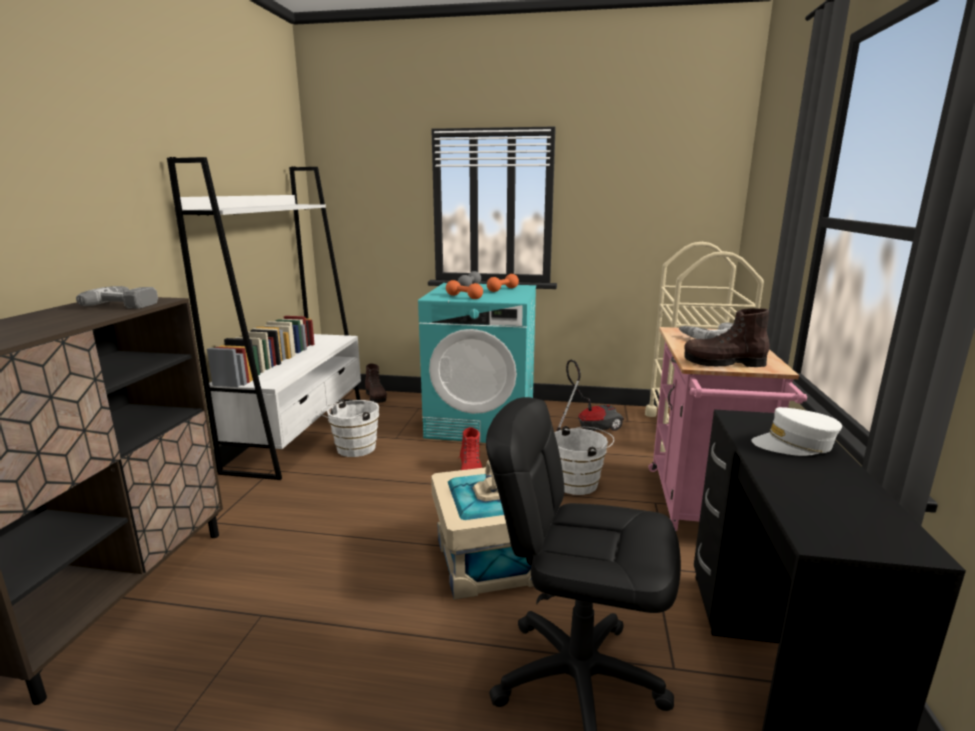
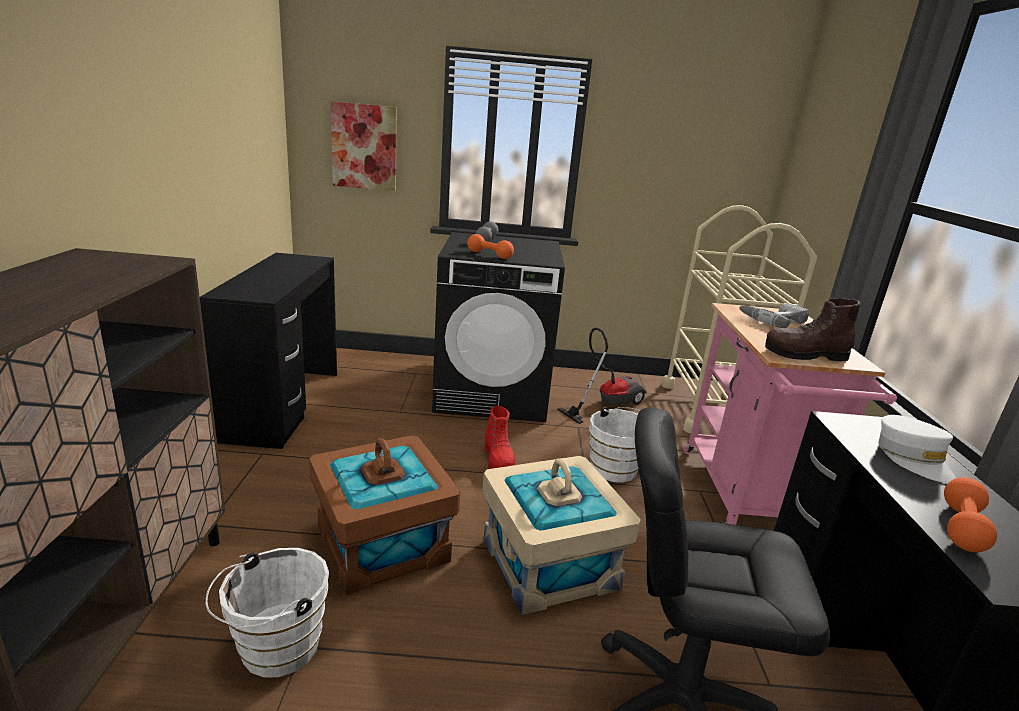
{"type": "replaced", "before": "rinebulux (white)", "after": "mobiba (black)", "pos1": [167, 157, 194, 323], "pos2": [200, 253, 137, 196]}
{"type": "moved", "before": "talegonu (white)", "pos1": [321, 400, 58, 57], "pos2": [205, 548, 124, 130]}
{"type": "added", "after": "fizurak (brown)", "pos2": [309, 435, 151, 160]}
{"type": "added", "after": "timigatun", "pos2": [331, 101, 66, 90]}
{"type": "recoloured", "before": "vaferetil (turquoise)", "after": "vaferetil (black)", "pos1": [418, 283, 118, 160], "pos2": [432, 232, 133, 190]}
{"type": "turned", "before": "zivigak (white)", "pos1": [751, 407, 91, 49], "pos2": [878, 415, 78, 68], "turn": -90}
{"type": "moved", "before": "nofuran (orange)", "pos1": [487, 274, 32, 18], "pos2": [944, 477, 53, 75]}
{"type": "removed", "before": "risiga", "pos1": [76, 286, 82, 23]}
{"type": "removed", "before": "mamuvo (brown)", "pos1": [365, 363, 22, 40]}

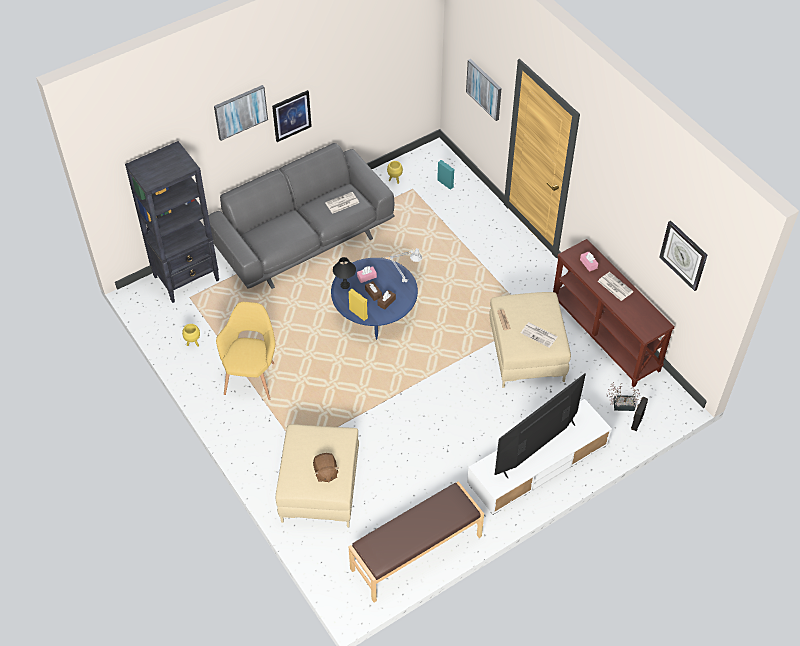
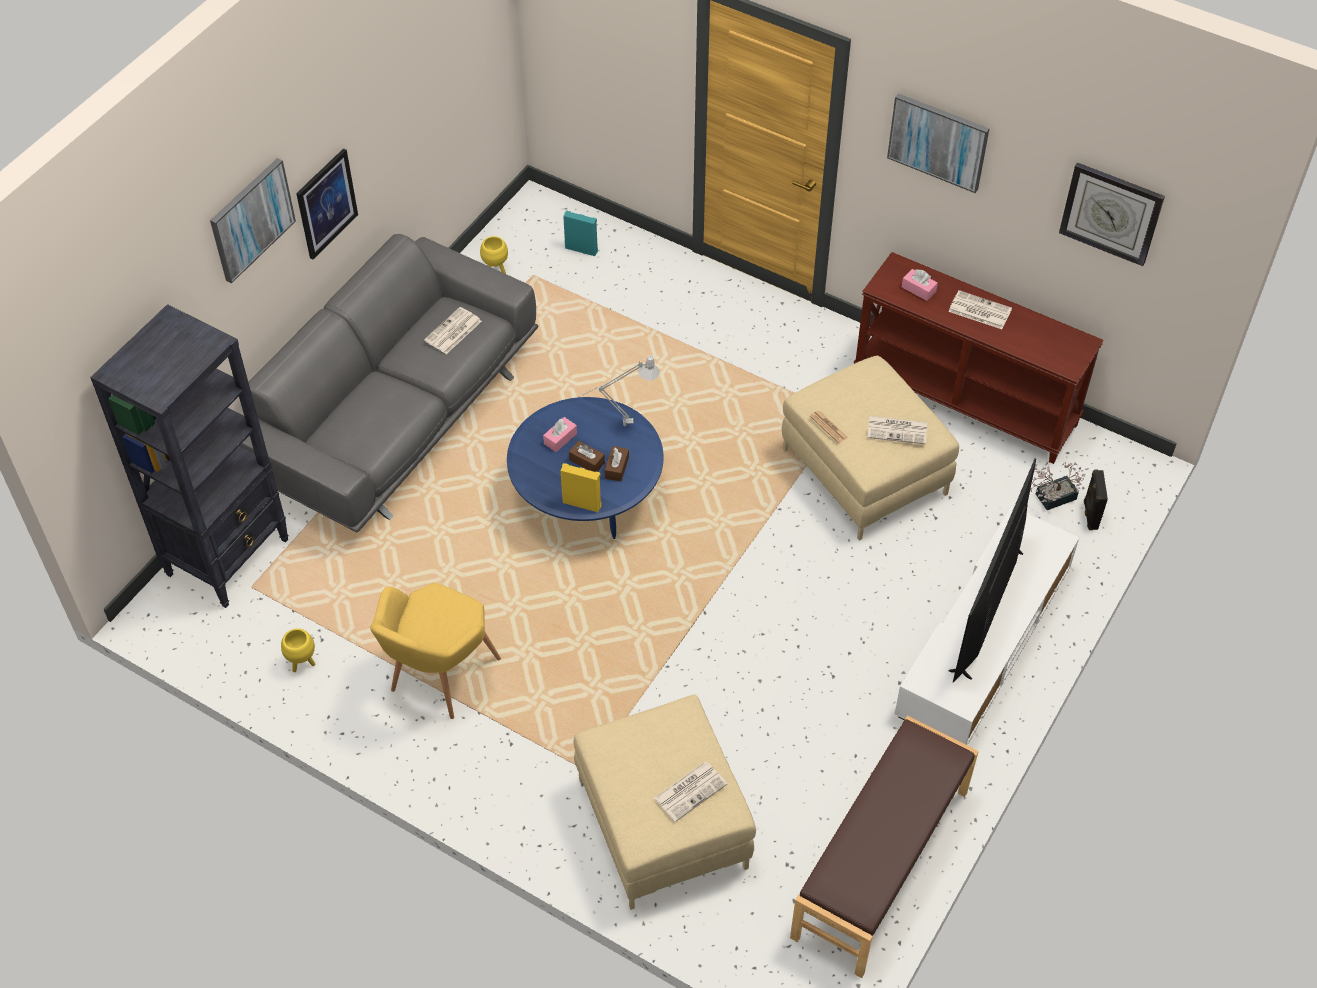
{"type": "turned", "before": "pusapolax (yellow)", "pos1": [216, 302, 59, 98], "pos2": [370, 583, 131, 136], "turn": -135}
{"type": "replaced", "before": "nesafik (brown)", "after": "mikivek", "pos1": [313, 453, 26, 29], "pos2": [654, 762, 73, 60]}
{"type": "moved", "before": "timigatun", "pos1": [466, 59, 36, 62], "pos2": [887, 93, 103, 100]}
{"type": "removed", "before": "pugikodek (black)", "pos1": [333, 257, 23, 32]}

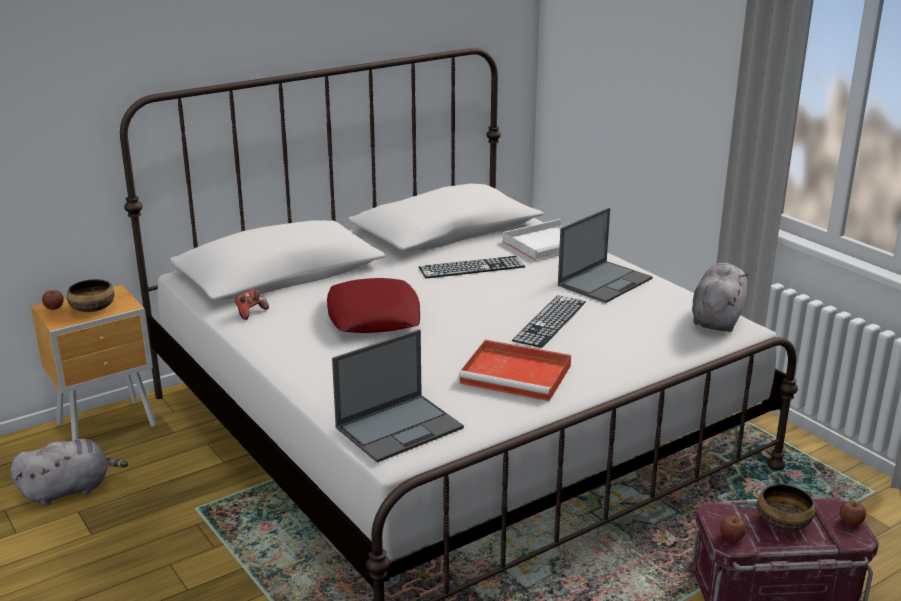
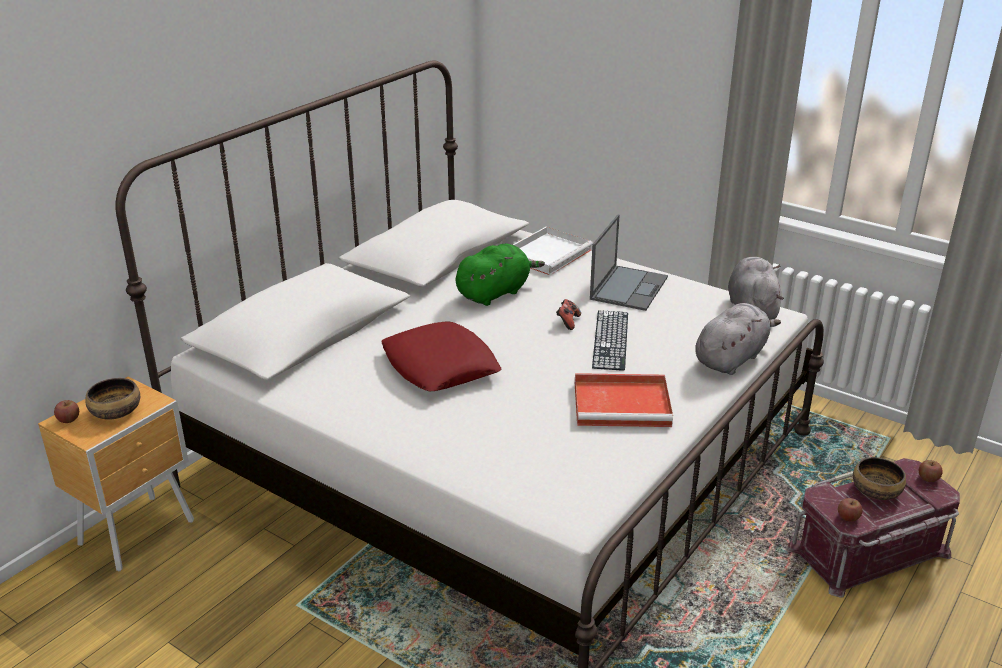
{"type": "replaced", "before": "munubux", "after": "nesafik (green)", "pos1": [419, 256, 106, 23], "pos2": [456, 244, 89, 62]}
{"type": "moved", "before": "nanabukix", "pos1": [235, 289, 34, 31], "pos2": [556, 299, 25, 31]}
{"type": "moved", "before": "nesafik (grey)", "pos1": [10, 439, 118, 67], "pos2": [695, 303, 86, 72]}
{"type": "removed", "before": "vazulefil", "pos1": [332, 329, 132, 134]}

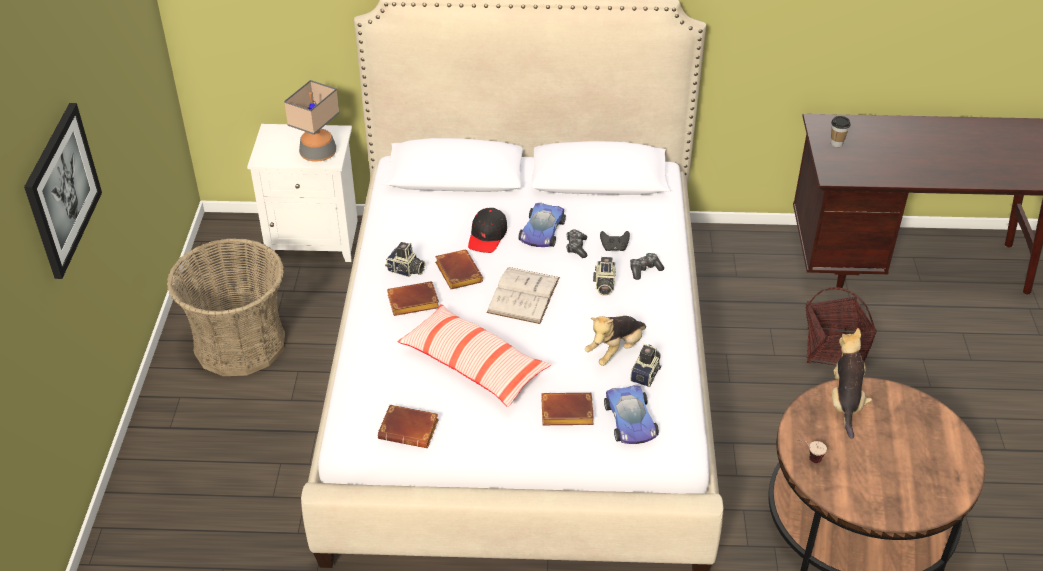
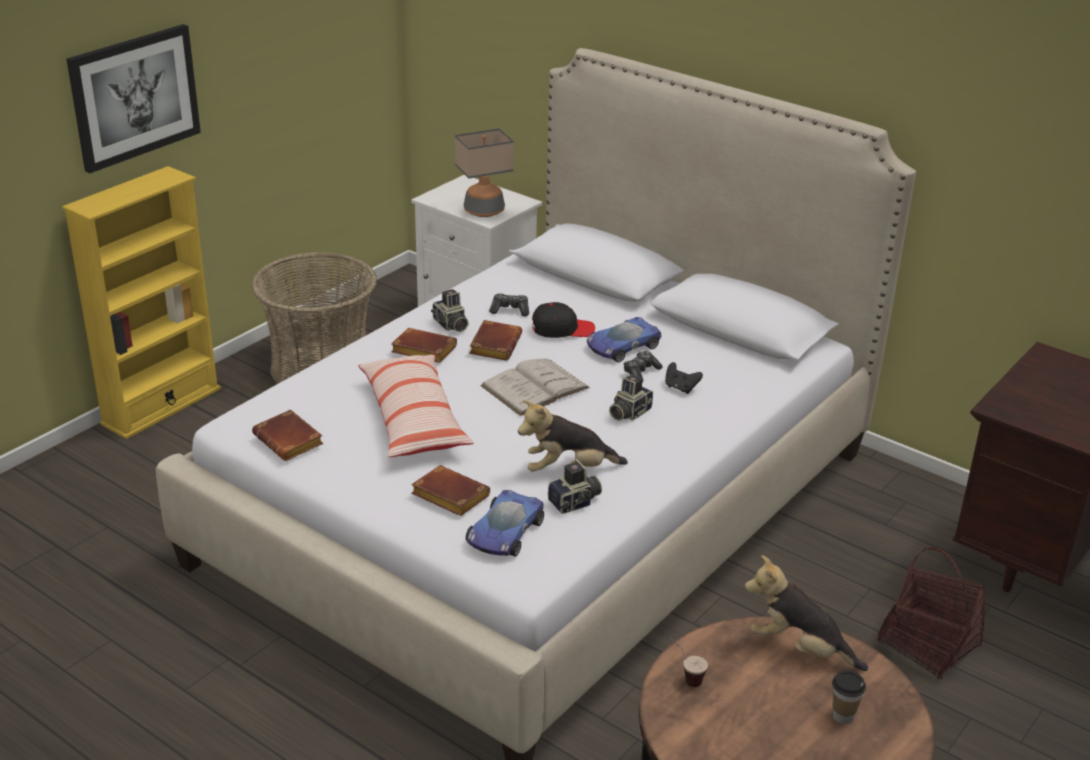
{"type": "added", "after": "rinebulux (yellow)", "pos2": [62, 166, 159, 273]}
{"type": "moved", "before": "nanabukix", "pos1": [630, 253, 34, 27], "pos2": [489, 293, 40, 23]}
{"type": "turned", "before": "zivigak (black)", "pos1": [468, 208, 39, 45], "pos2": [532, 302, 63, 36], "turn": -150}
{"type": "turned", "before": "nesafik", "pos1": [832, 328, 40, 111], "pos2": [745, 555, 123, 116], "turn": -105}
{"type": "moved", "before": "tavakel", "pos1": [831, 116, 20, 31], "pos2": [832, 670, 34, 54]}

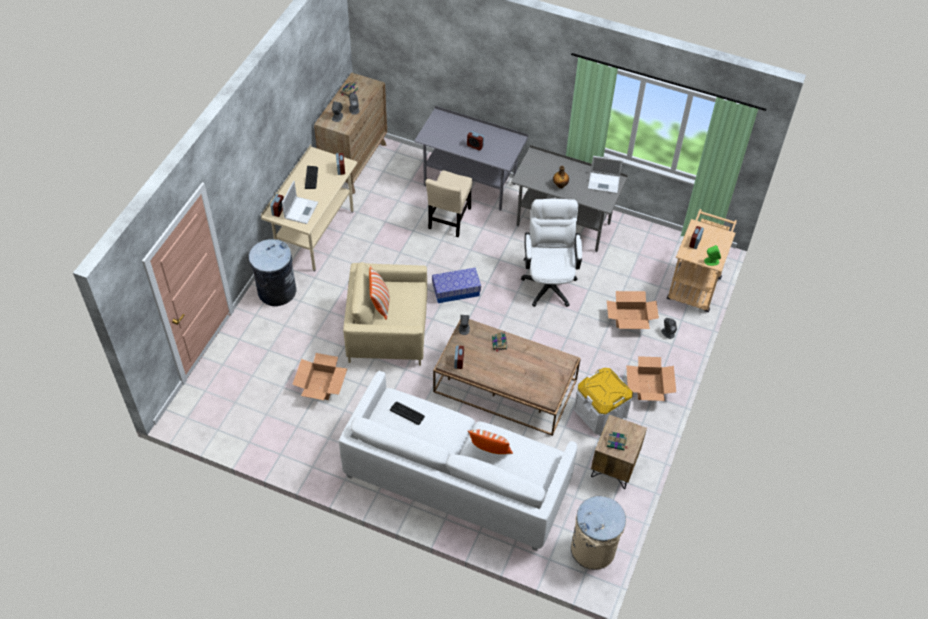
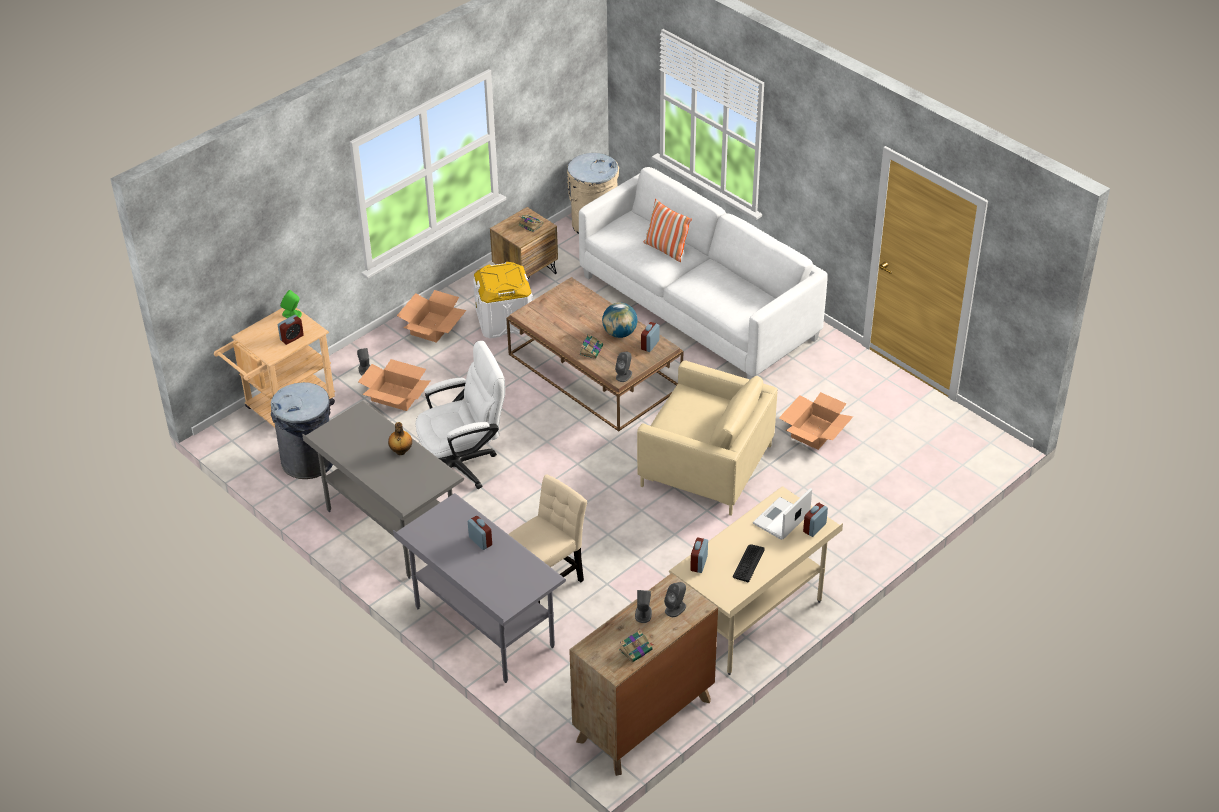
{"type": "moved", "before": "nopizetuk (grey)", "pos1": [249, 239, 47, 67], "pos2": [271, 382, 62, 97]}
{"type": "turned", "before": "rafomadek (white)", "pos1": [521, 199, 61, 108], "pos2": [416, 341, 89, 148], "turn": -135}
{"type": "added", "after": "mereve", "pos2": [602, 303, 36, 35]}
{"type": "removed", "before": "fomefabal", "pos1": [369, 266, 21, 54]}
{"type": "removed", "before": "munubux", "pos1": [390, 402, 35, 23]}
{"type": "removed", "before": "fizurak", "pos1": [432, 268, 49, 35]}
{"type": "removed", "before": "vazulefil", "pos1": [588, 156, 35, 37]}

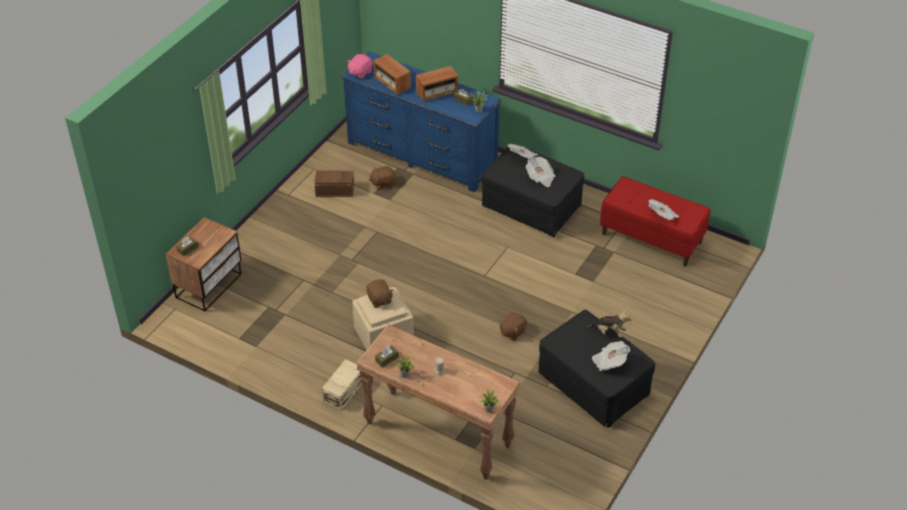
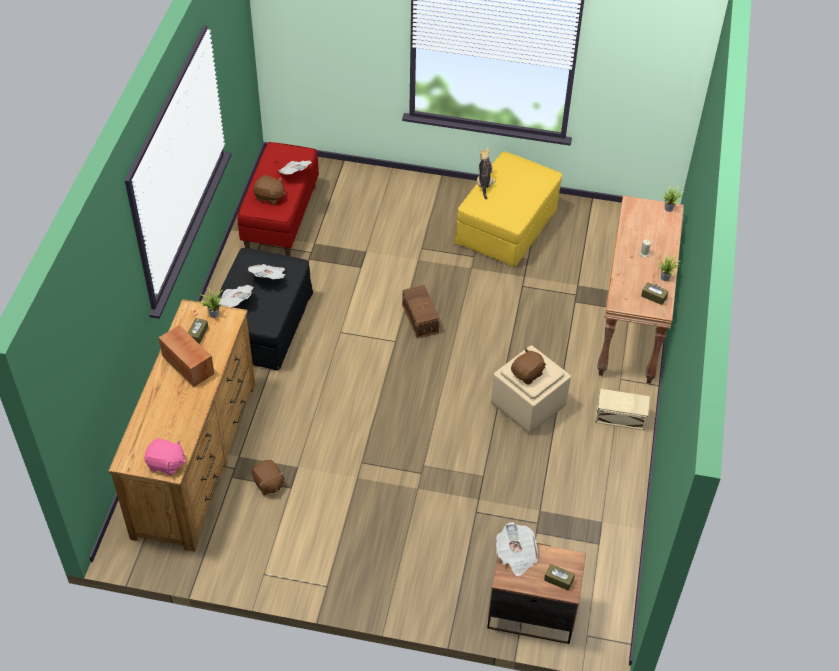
{"type": "recoloured", "before": "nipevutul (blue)", "after": "nipevutul (brown)", "pos1": [342, 51, 159, 141], "pos2": [108, 299, 147, 253]}
{"type": "moved", "before": "nesafik (brown)", "pos1": [499, 312, 28, 29], "pos2": [253, 175, 32, 30]}
{"type": "moved", "before": "fizurak (brown)", "pos1": [314, 171, 40, 26], "pos2": [402, 285, 38, 54]}
{"type": "recoloured", "before": "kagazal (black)", "after": "kagazal (yellow)", "pos1": [539, 310, 116, 118], "pos2": [454, 151, 108, 116]}
{"type": "moved", "before": "mikivek", "pos1": [592, 341, 38, 30], "pos2": [496, 522, 42, 54]}
{"type": "removed", "before": "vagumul", "pos1": [373, 54, 38, 40]}

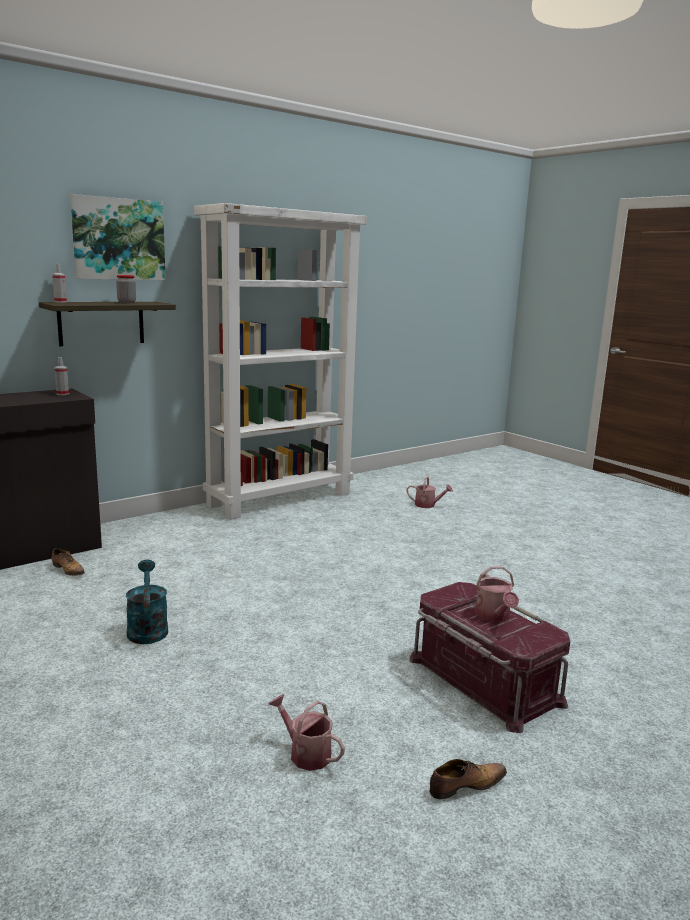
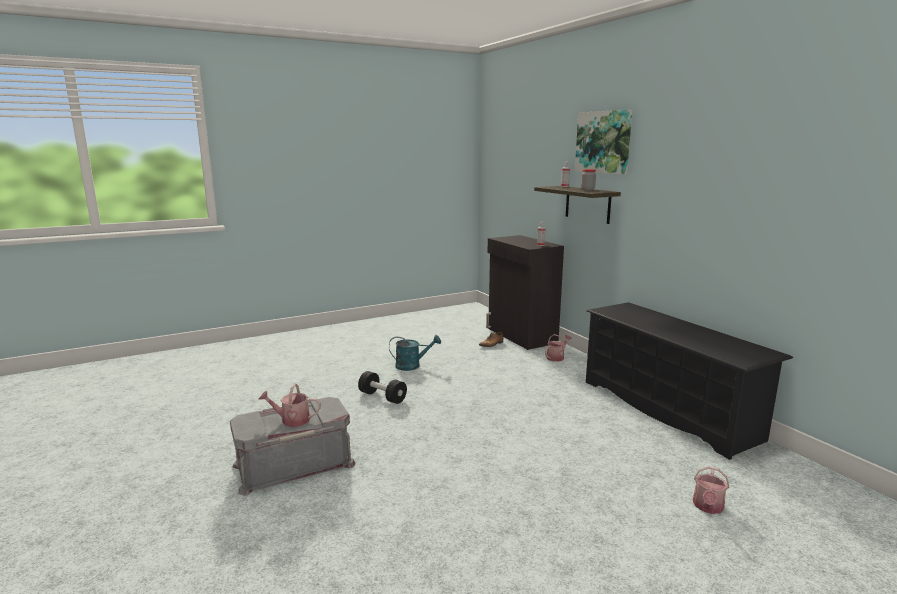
{"type": "recoloured", "before": "fizurak (red)", "after": "fizurak (grey)", "pos1": [409, 582, 161, 151], "pos2": [230, 397, 126, 99]}
{"type": "added", "after": "nofuran (black)", "pos2": [358, 371, 49, 33]}
{"type": "moved", "before": "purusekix", "pos1": [269, 694, 76, 77], "pos2": [545, 334, 27, 28]}
{"type": "replaced", "before": "rinebulux (white)", "after": "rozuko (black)", "pos1": [194, 203, 173, 317], "pos2": [586, 302, 207, 158]}
{"type": "removed", "before": "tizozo", "pos1": [429, 759, 78, 40]}

